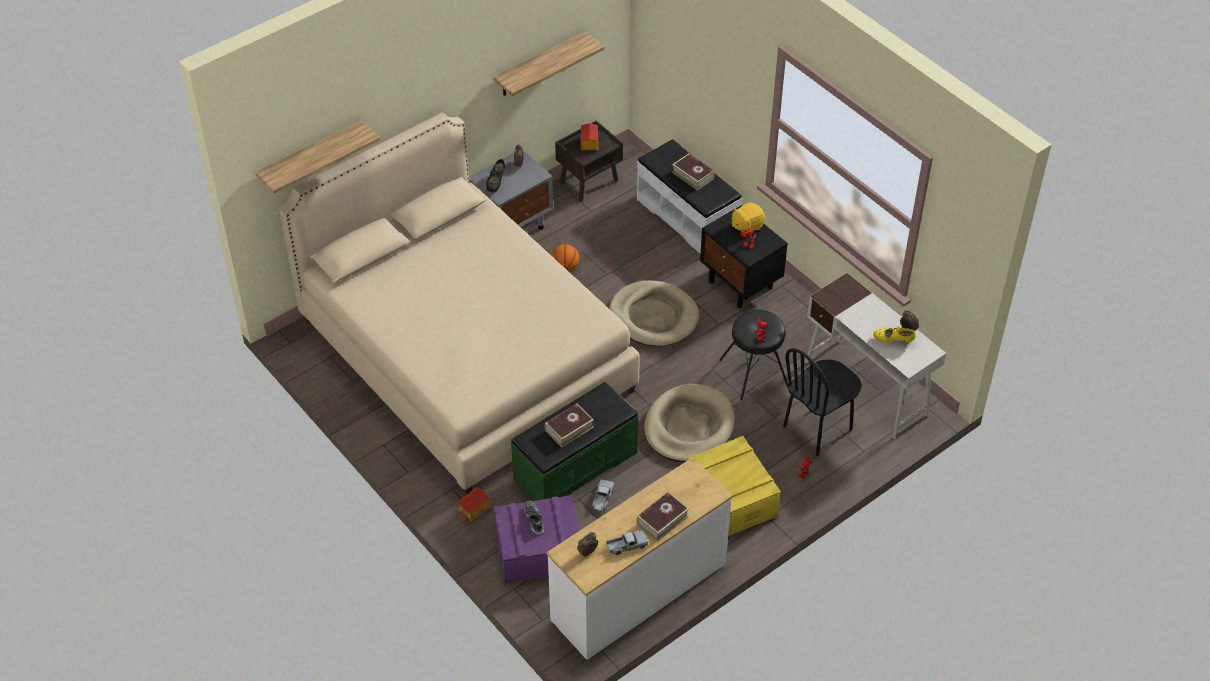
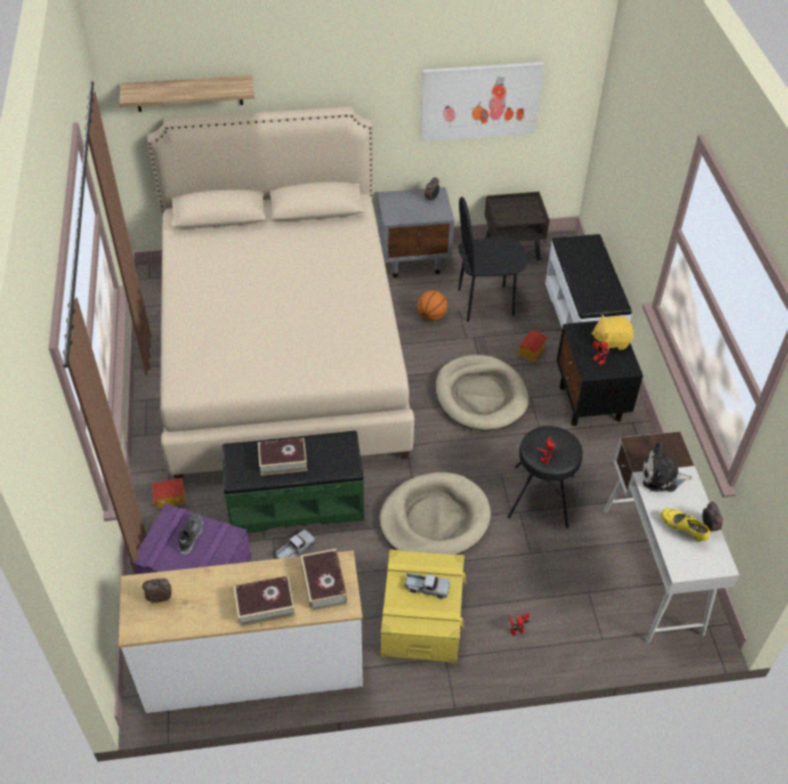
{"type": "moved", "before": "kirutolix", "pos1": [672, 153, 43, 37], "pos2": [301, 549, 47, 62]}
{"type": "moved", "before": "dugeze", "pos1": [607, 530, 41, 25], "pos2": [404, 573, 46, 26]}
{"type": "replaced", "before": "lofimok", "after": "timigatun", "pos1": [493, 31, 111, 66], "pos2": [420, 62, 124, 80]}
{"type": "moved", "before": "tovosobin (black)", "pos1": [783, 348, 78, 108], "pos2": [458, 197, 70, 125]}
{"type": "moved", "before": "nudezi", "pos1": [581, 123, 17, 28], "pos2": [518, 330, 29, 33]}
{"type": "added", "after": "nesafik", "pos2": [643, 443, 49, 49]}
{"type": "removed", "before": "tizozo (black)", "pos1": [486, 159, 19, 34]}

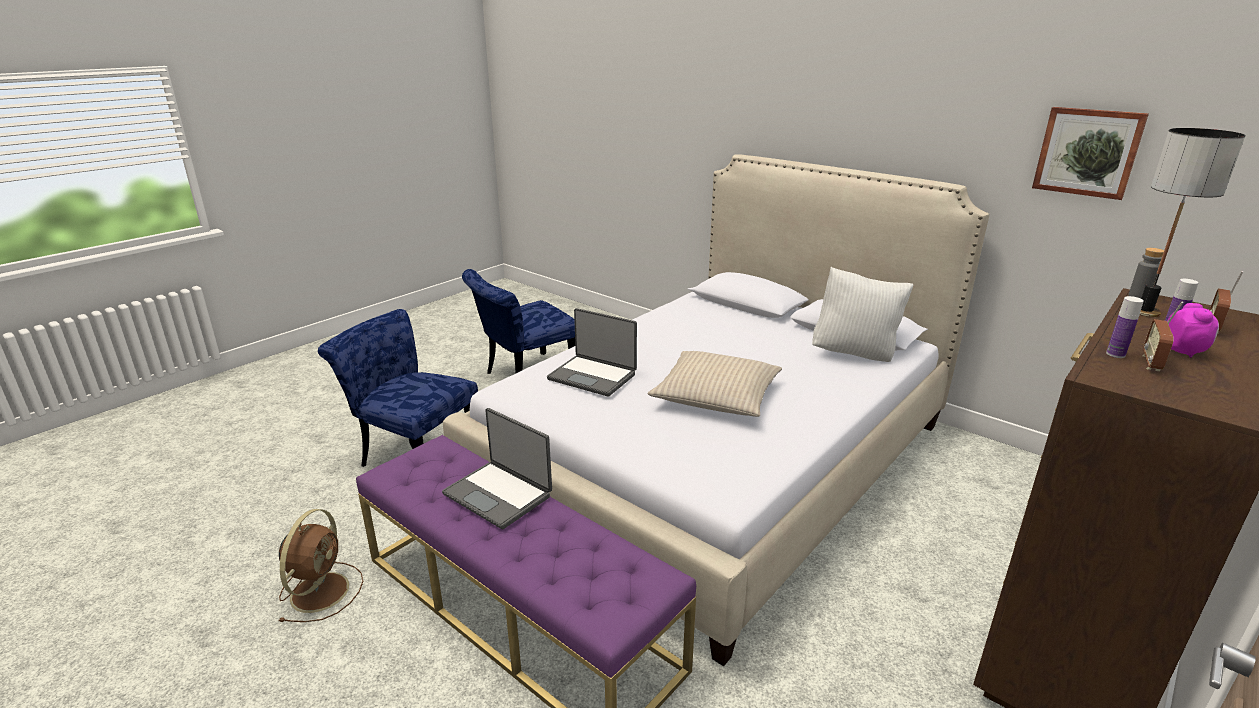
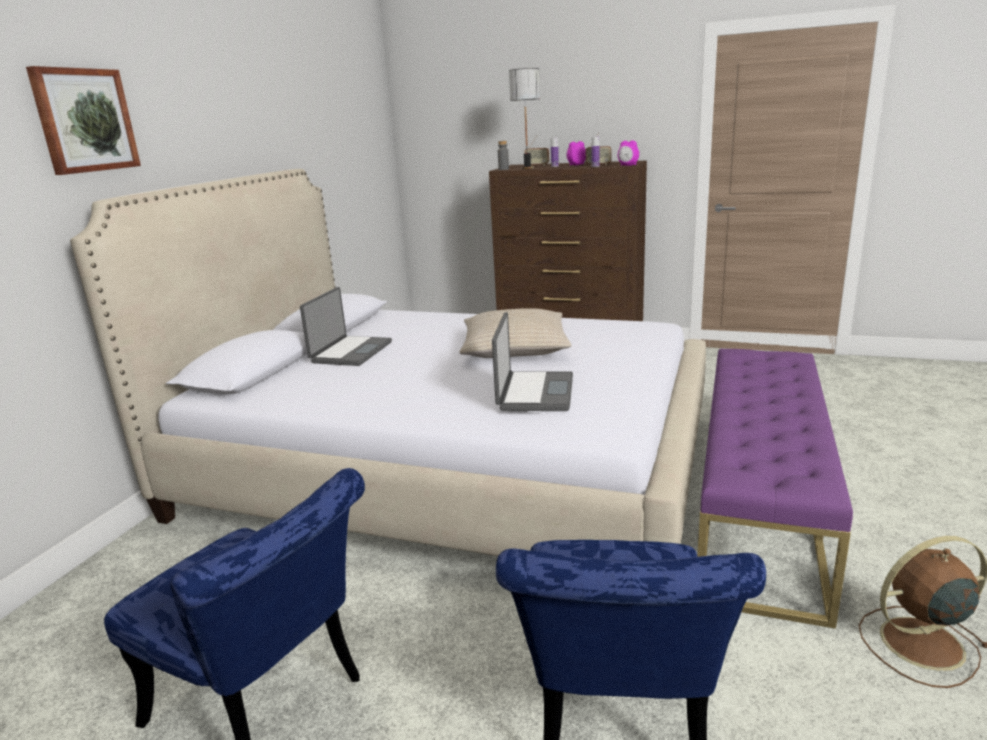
{"type": "moved", "before": "timigatun", "pos1": [1032, 107, 117, 93], "pos2": [26, 66, 115, 109]}
{"type": "moved", "before": "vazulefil", "pos1": [442, 408, 110, 121], "pos2": [300, 287, 92, 79]}
{"type": "added", "after": "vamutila", "pos2": [618, 140, 21, 26]}
{"type": "removed", "before": "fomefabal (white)", "pos1": [812, 267, 102, 95]}

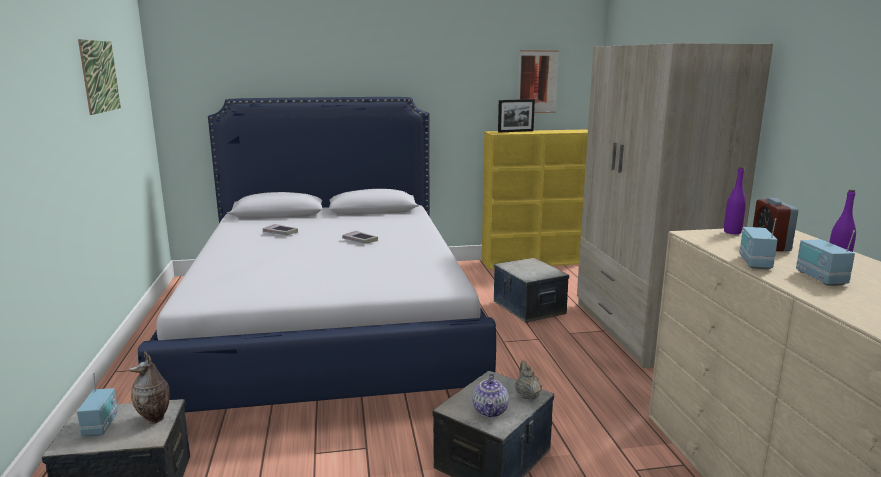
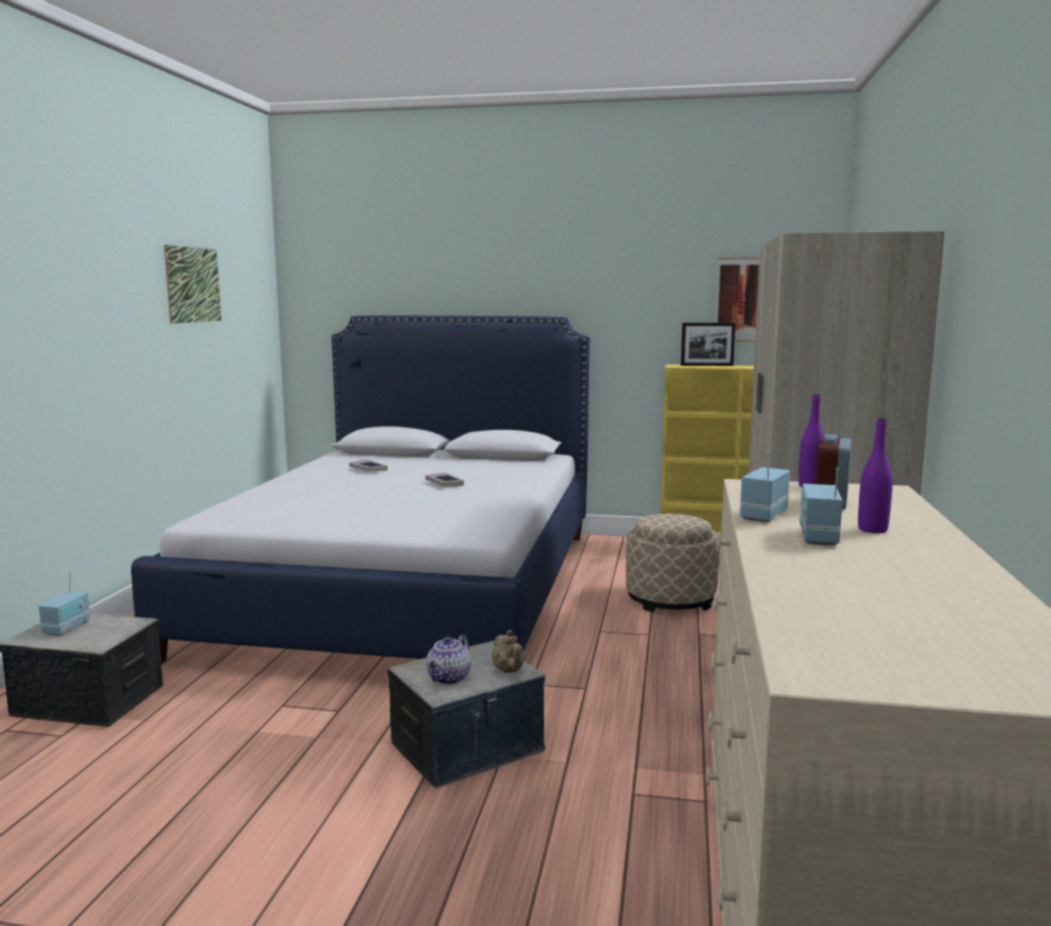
{"type": "turned", "before": "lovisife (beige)", "pos1": [515, 360, 27, 40], "pos2": [492, 630, 33, 43], "turn": 150}
{"type": "replaced", "before": "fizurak", "after": "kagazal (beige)", "pos1": [494, 258, 75, 65], "pos2": [626, 514, 93, 98]}
{"type": "removed", "before": "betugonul", "pos1": [129, 352, 41, 72]}

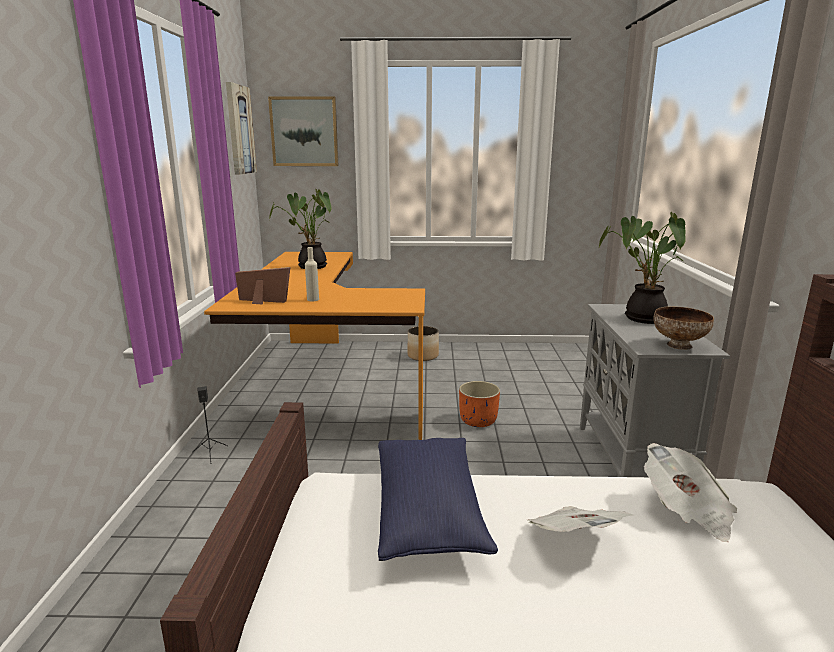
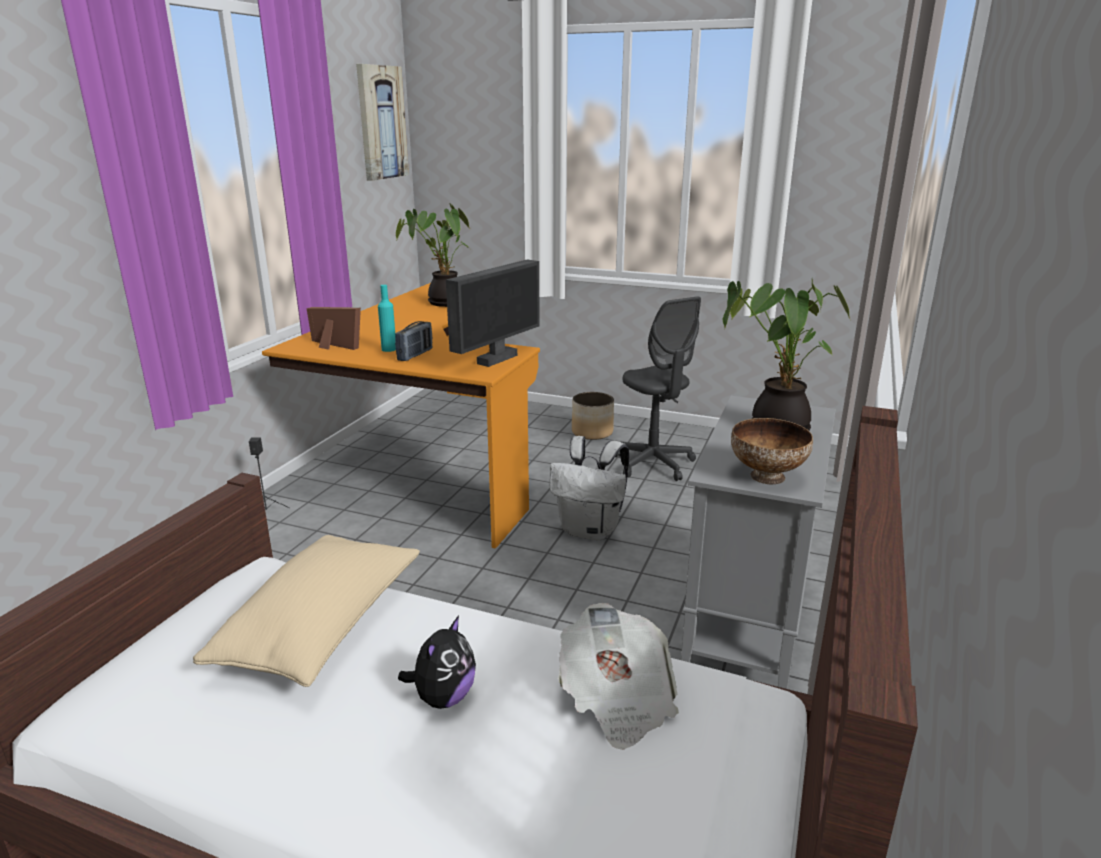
{"type": "recoloured", "before": "fomefabal (blue)", "after": "fomefabal (beige)", "pos1": [378, 438, 120, 123], "pos2": [193, 535, 227, 152]}
{"type": "recoloured", "before": "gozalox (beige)", "after": "gozalox (turquoise)", "pos1": [305, 247, 14, 54], "pos2": [378, 285, 18, 67]}
{"type": "added", "after": "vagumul", "pos2": [395, 321, 37, 40]}
{"type": "replaced", "before": "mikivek", "after": "nesafik", "pos1": [527, 506, 107, 26], "pos2": [398, 616, 78, 93]}
{"type": "added", "after": "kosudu", "pos2": [446, 259, 94, 108]}
{"type": "replaced", "before": "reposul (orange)", "after": "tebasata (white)", "pos1": [459, 381, 41, 46], "pos2": [549, 436, 80, 104]}
{"type": "added", "after": "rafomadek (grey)", "pos2": [615, 296, 86, 185]}
{"type": "removed", "before": "timigatun", "pos1": [268, 96, 71, 70]}

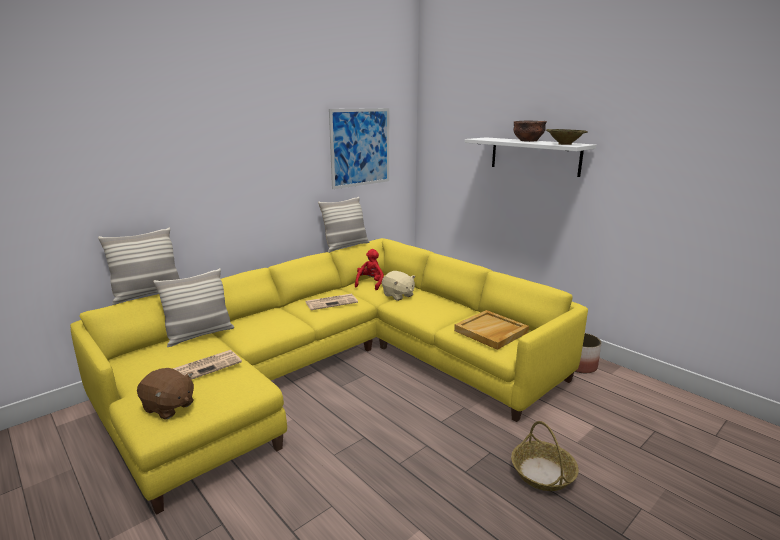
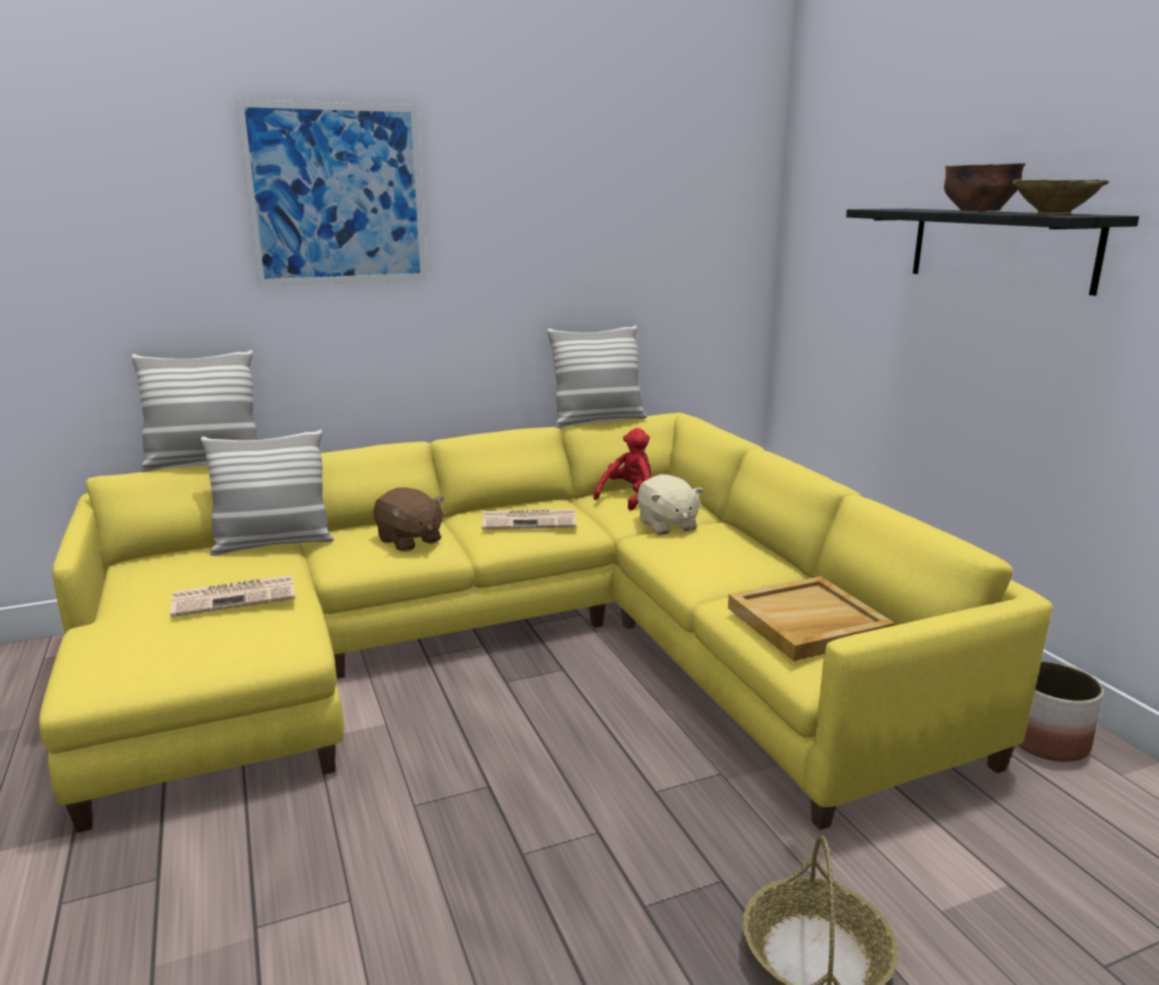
{"type": "moved", "before": "timigatun", "pos1": [329, 108, 60, 81], "pos2": [236, 99, 191, 187]}
{"type": "moved", "before": "nesafik (brown)", "pos1": [137, 368, 57, 52], "pos2": [373, 487, 71, 65]}
{"type": "recoloured", "before": "lofimok (white)", "after": "lofimok (black)", "pos1": [465, 137, 131, 40], "pos2": [846, 209, 293, 87]}

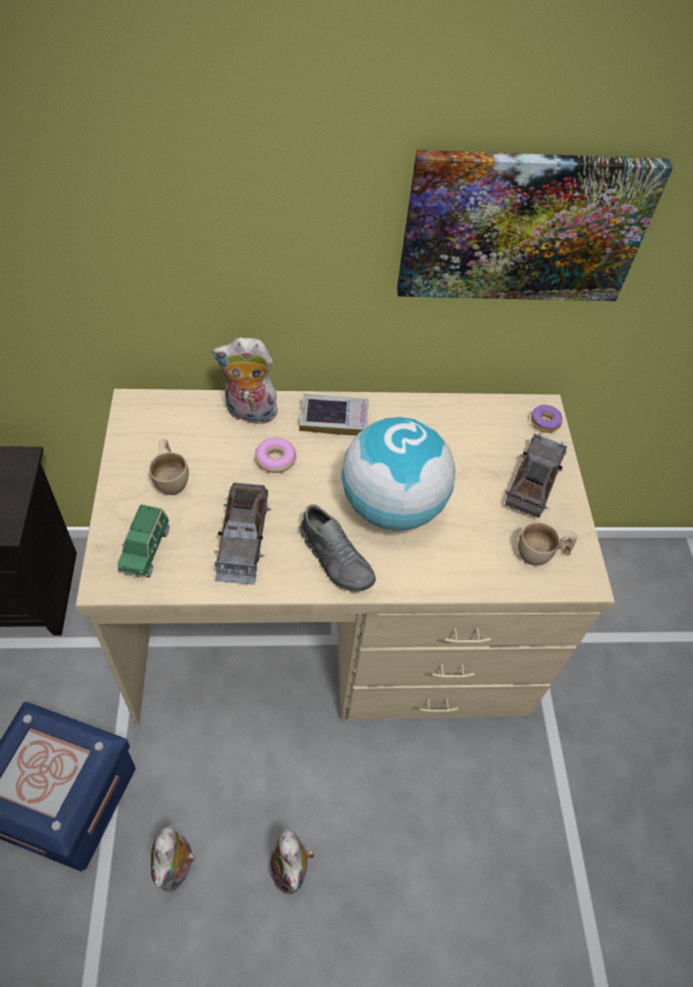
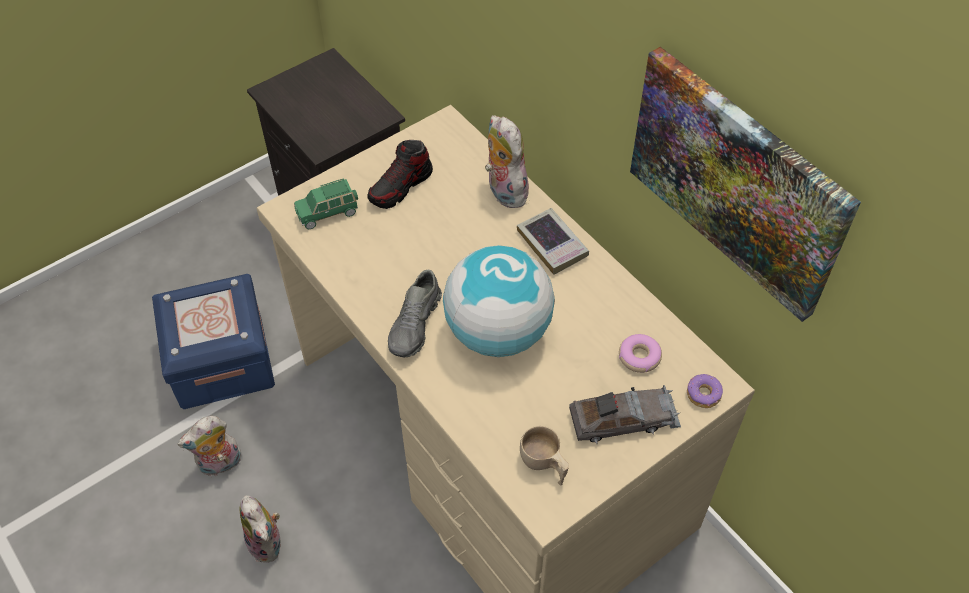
{"type": "turned", "before": "nesafik", "pos1": [269, 829, 45, 65], "pos2": [240, 495, 42, 68], "turn": -75}
{"type": "replaced", "before": "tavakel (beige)", "after": "tizozo", "pos1": [149, 439, 40, 56], "pos2": [367, 140, 66, 69]}
{"type": "moved", "before": "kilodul", "pos1": [255, 438, 41, 35], "pos2": [619, 334, 43, 39]}
{"type": "removed", "before": "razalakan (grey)", "pos1": [214, 483, 58, 102]}

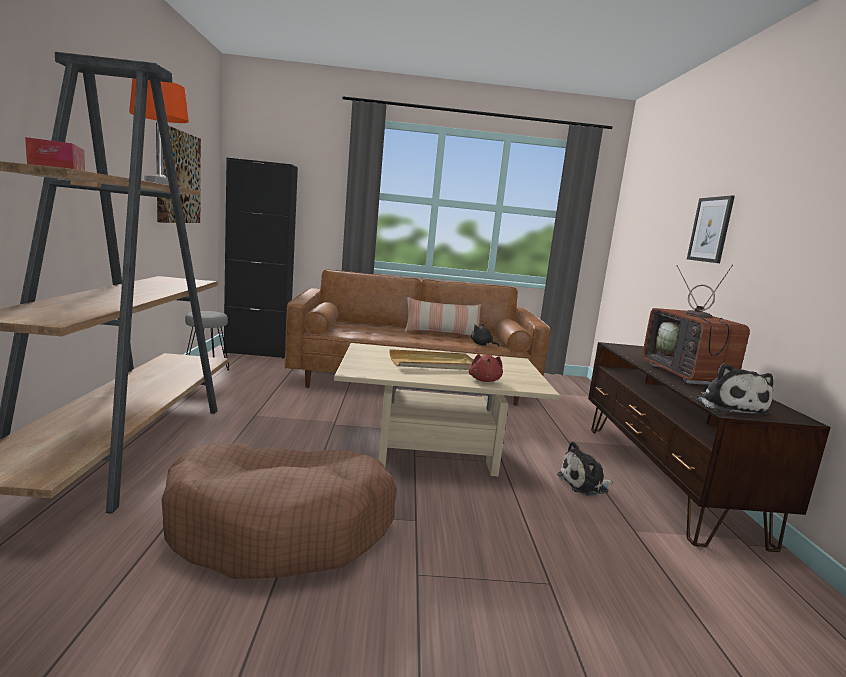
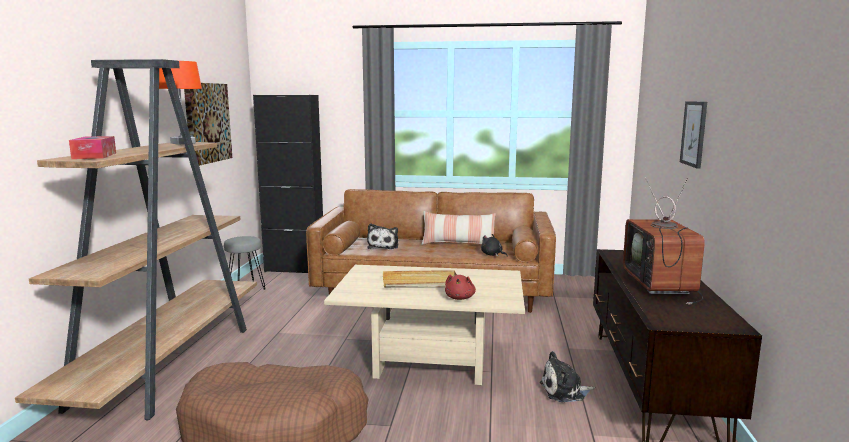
{"type": "moved", "before": "nesafik", "pos1": [697, 363, 76, 53], "pos2": [367, 223, 31, 26]}

